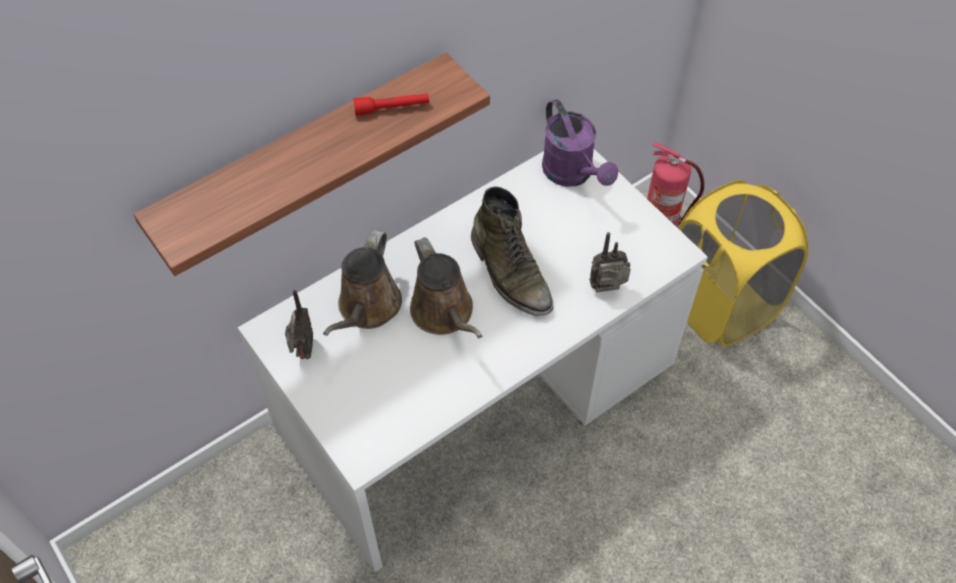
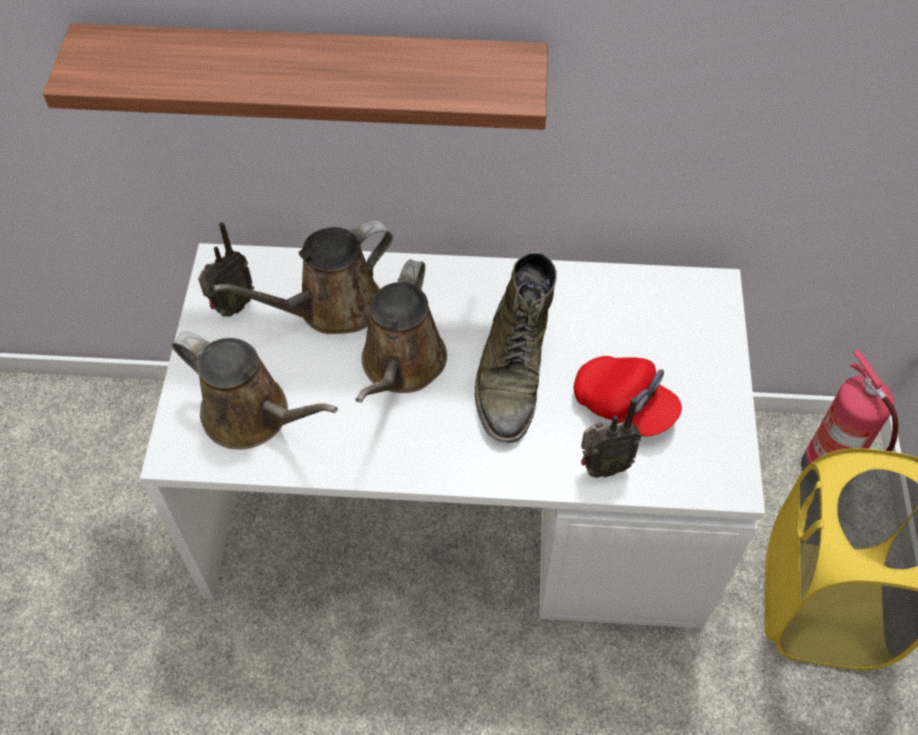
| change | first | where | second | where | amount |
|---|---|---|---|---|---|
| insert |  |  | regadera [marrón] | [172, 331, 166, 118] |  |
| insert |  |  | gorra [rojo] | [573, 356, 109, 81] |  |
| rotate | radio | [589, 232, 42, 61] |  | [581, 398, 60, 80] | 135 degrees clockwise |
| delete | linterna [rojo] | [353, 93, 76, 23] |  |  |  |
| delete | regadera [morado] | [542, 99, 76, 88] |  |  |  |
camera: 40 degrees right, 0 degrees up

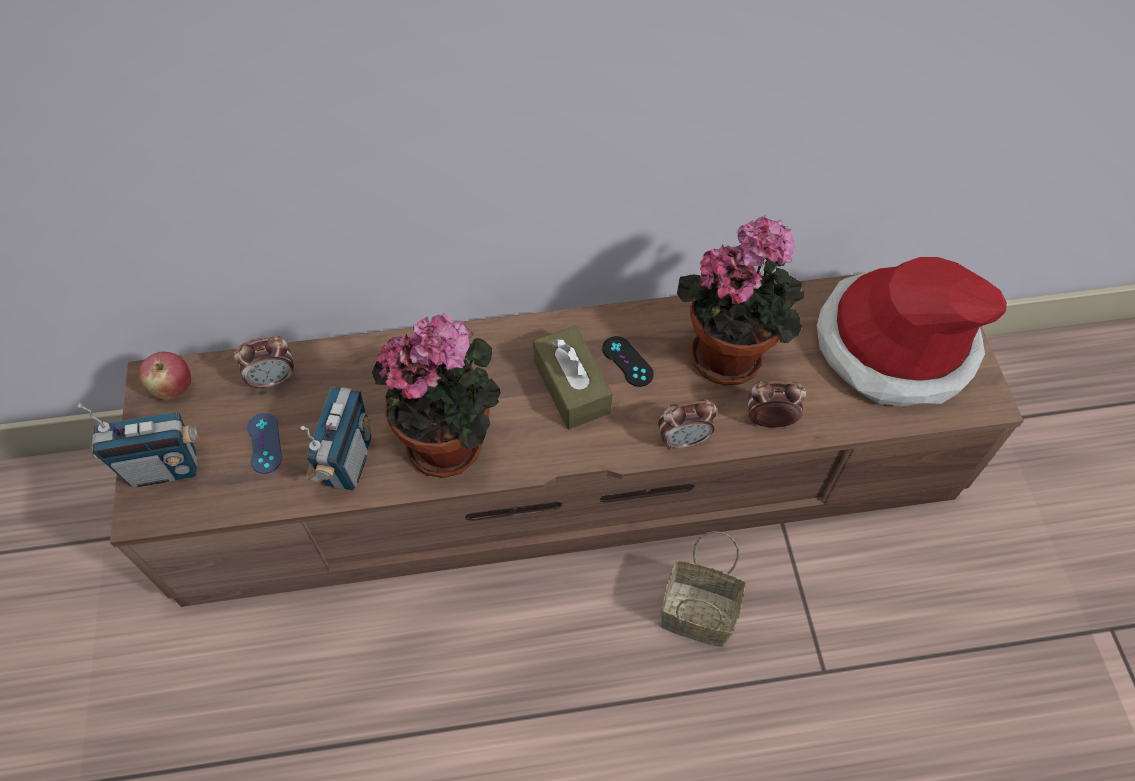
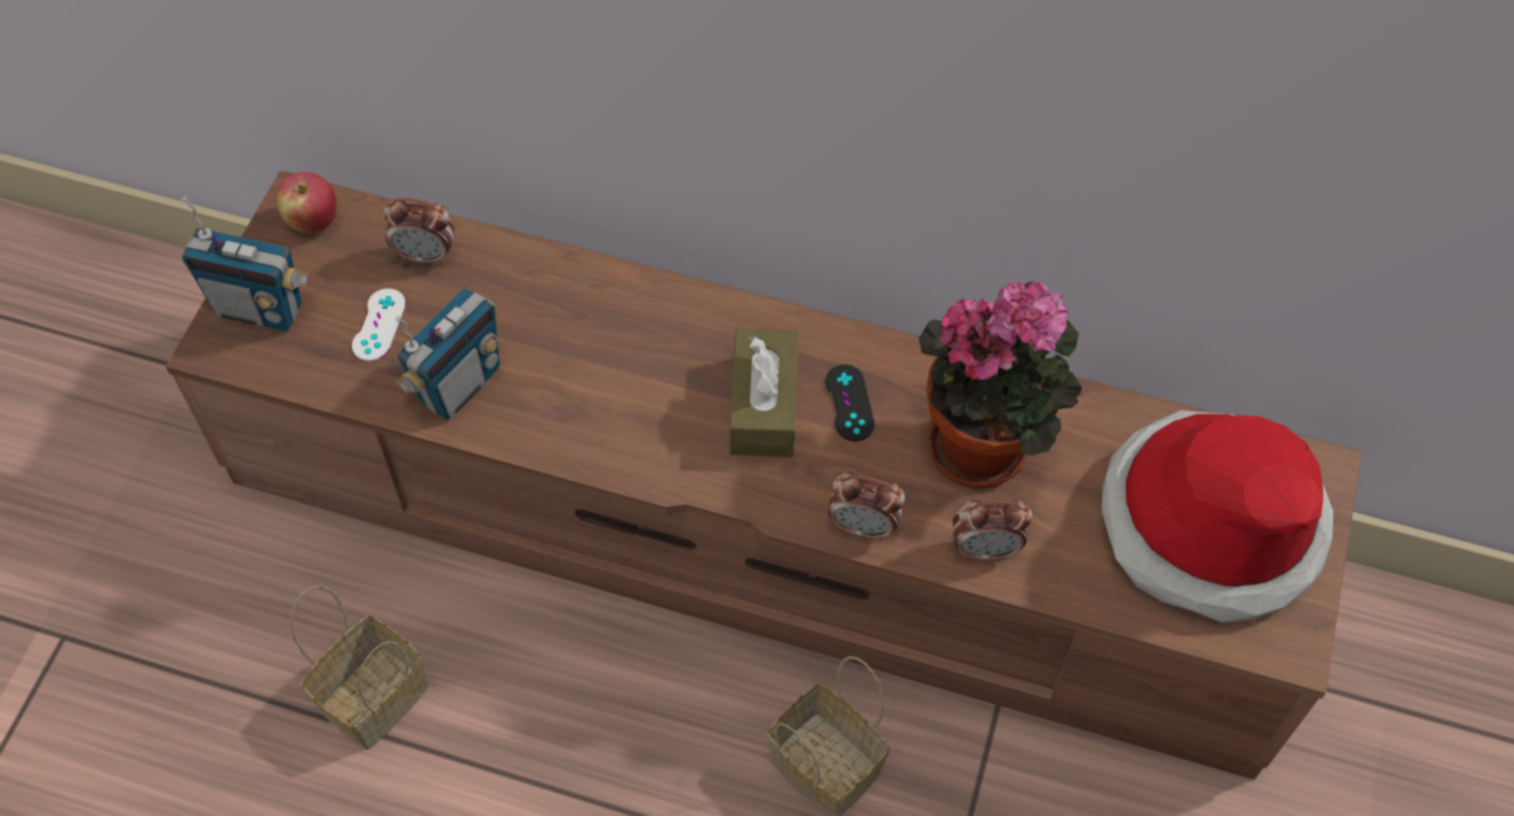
| change | first | where | second | where | amount |
|---|---|---|---|---|---|
| insert |  |  | cesta | [290, 586, 138, 164] |  |
| recolor | mando de consola [azul] | [247, 413, 35, 61] | mando de consola [blanco] | [352, 288, 54, 73] |  |
| rotate | despertador | [748, 381, 58, 47] |  | [953, 500, 79, 59] | 150 degrees clockwise |
| delete | planta en maceta | [372, 313, 129, 165] |  |  |  |
camera: 25 degrees right, 0 degrees up

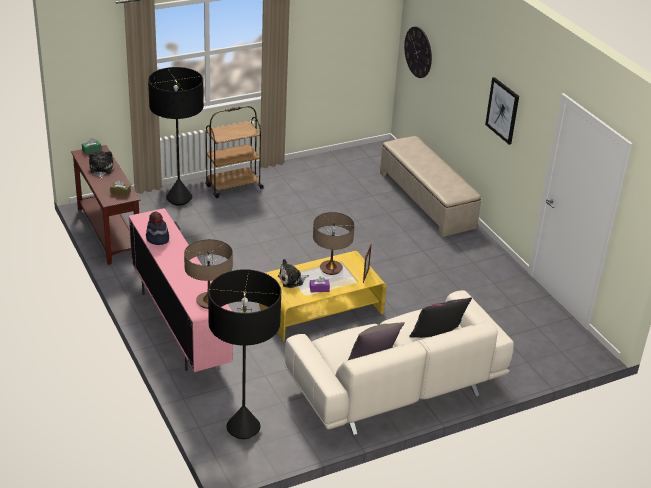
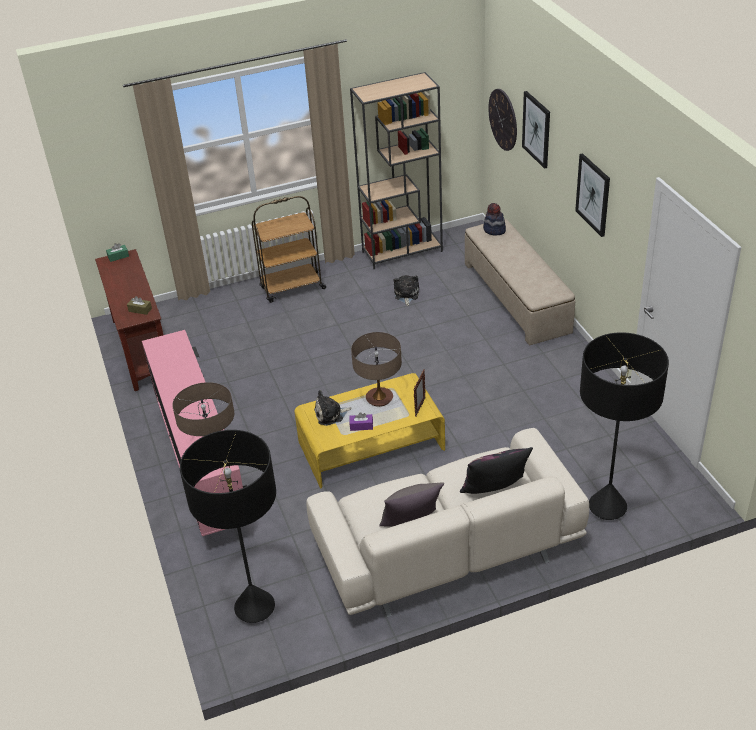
| change | first | where | second | where | amount |
|---|---|---|---|---|---|
| insert |  |  | estantería | [350, 72, 93, 197] |  |
| move | peluche | [89, 151, 24, 28] |  | [394, 275, 25, 31] |  |
| move | sombrero | [146, 212, 23, 33] |  | [483, 203, 23, 32] |  |
| insert |  |  | cuadro | [522, 91, 28, 78] |  |
| move | lámpara de pie [negro] | [148, 67, 56, 139] |  | [580, 332, 89, 188] |  |
camera: 10 degrees right, 5 degrees up

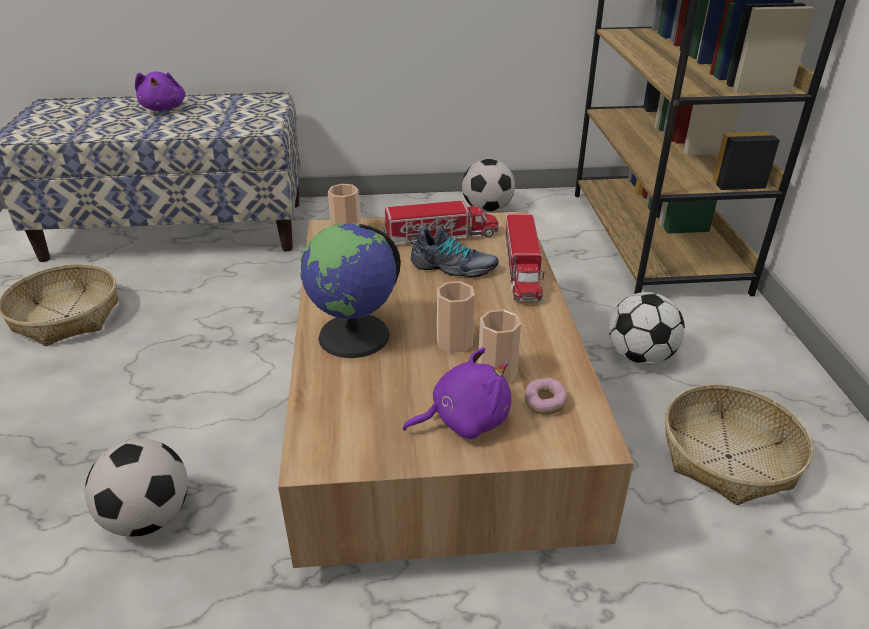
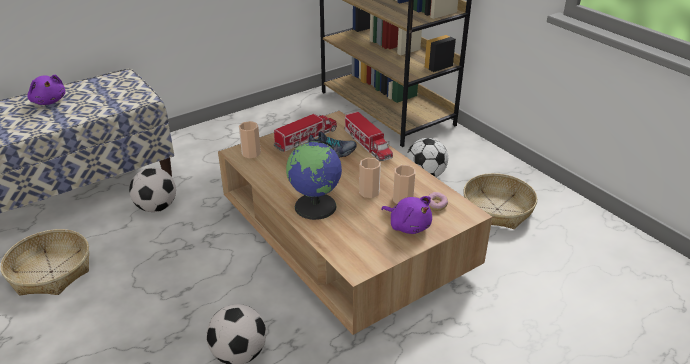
| change | first | where | second | where | amount |
|---|---|---|---|---|---|
| move | balón de fútbol | [462, 159, 53, 54] |  | [129, 168, 47, 44] |  |
| rotate | peluche [morado] | [403, 347, 108, 92] |  | [381, 196, 51, 38] | 90 degrees clockwise |
camera: 30 degrees left, 0 degrees up

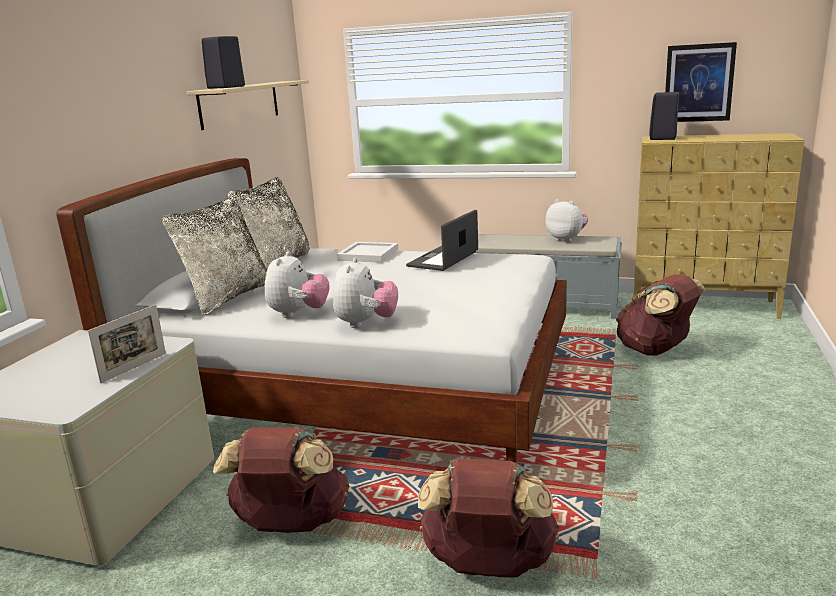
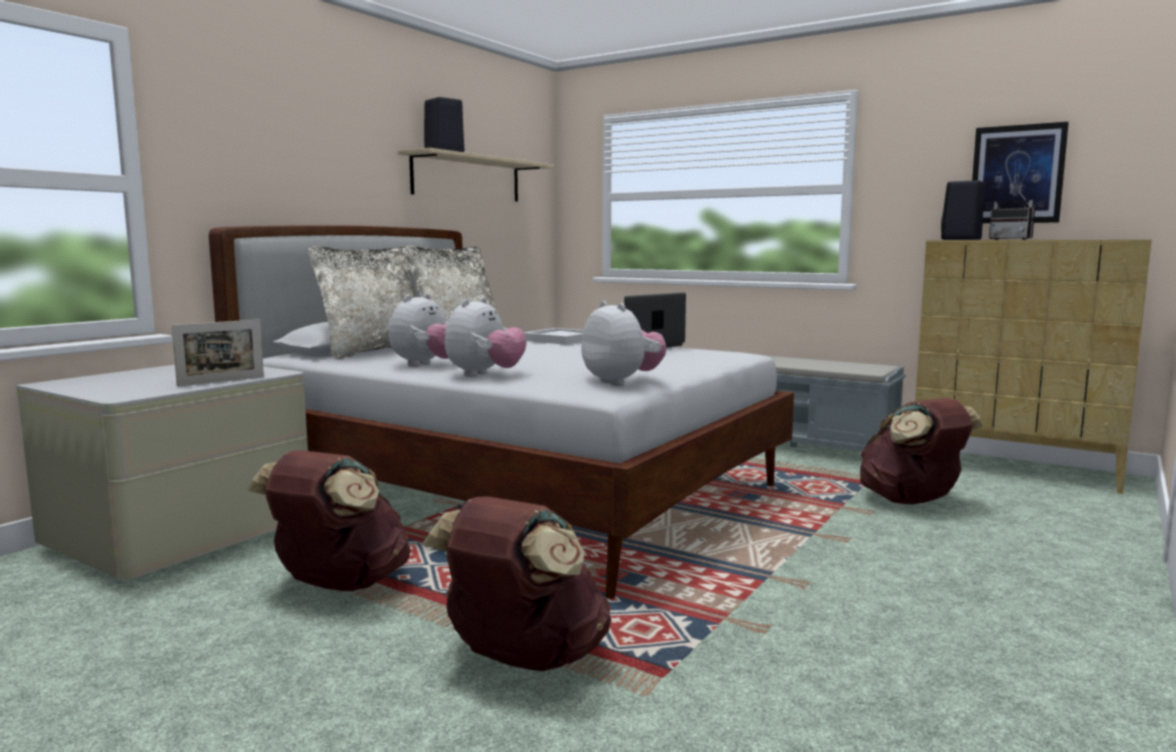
| change | first | where | second | where | amount |
|---|---|---|---|---|---|
| move | peluche | [546, 199, 42, 43] |  | [582, 301, 84, 85] |  |
| insert |  |  | radio | [989, 192, 46, 48] |  |
camera: 15 degrees right, 10 degrees down

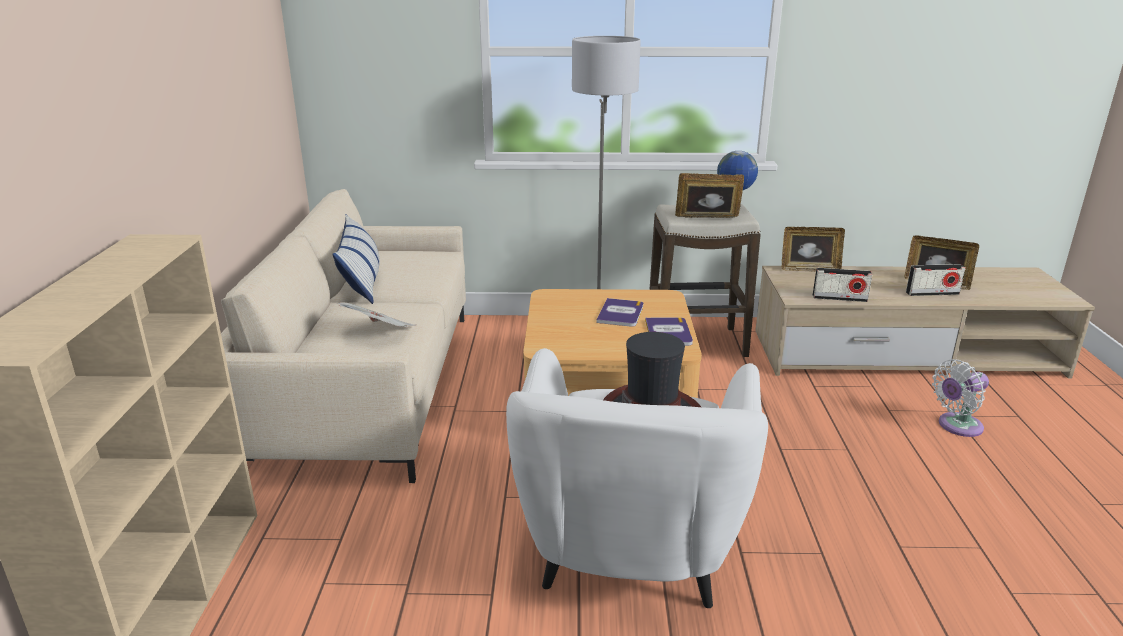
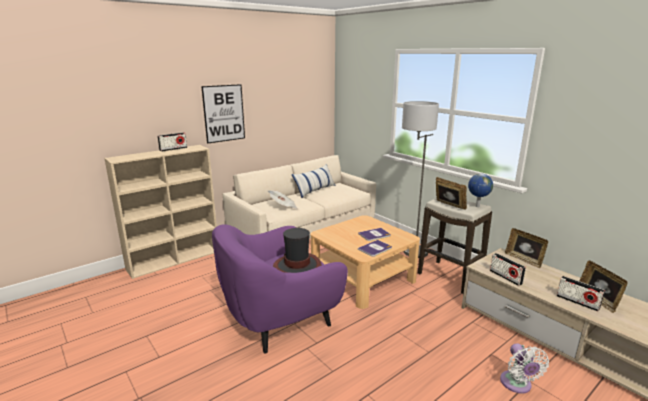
| change | first | where | second | where | amount |
|---|---|---|---|---|---|
| insert |  |  | radio | [158, 132, 29, 20] |  |
| insert |  |  | cuadro | [201, 84, 44, 59] |  |
| recolor | sillón [blanco] | [506, 348, 262, 260] | sillón [morado] | [212, 224, 136, 129] |  |
| rotate | ventilador [blanco] | [932, 359, 57, 78] |  | [500, 343, 49, 51] | 120 degrees counterclockwise |
camera: 50 degrees right, 5 degrees down

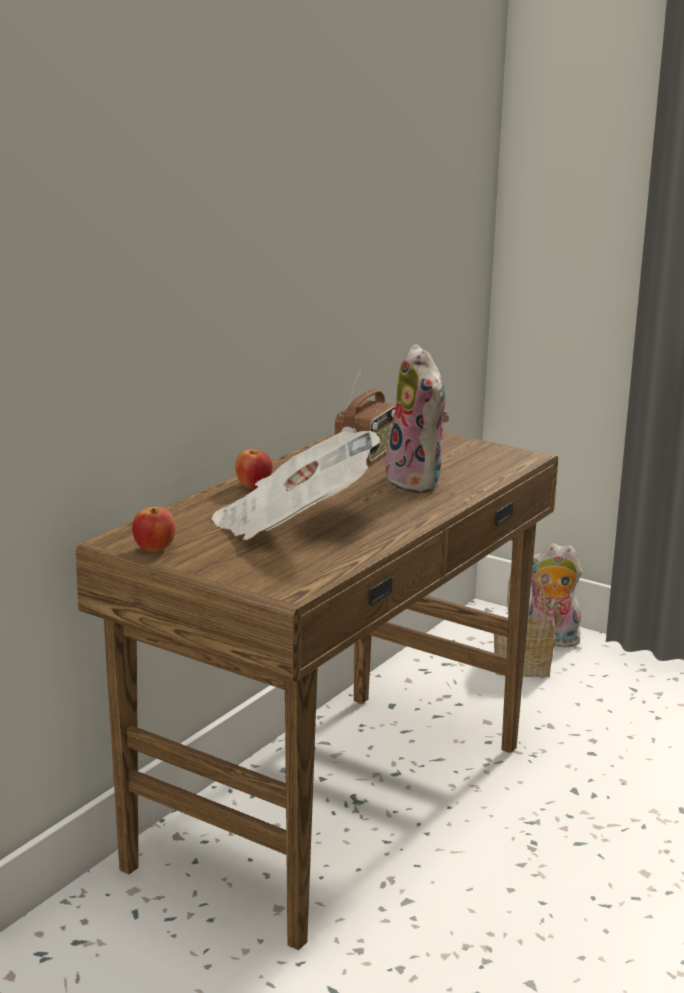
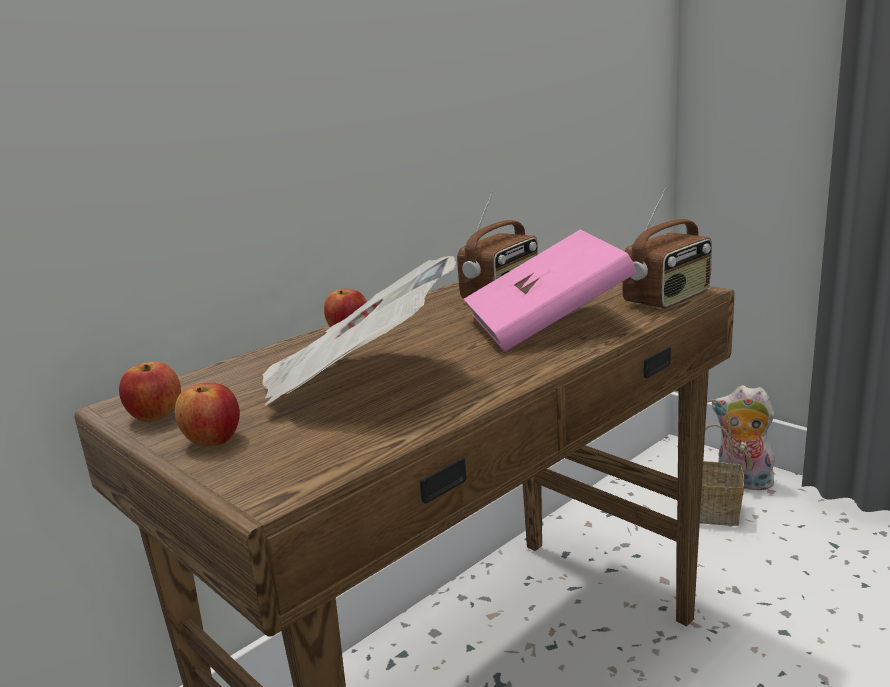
| change | first | where | second | where | amount |
|---|---|---|---|---|---|
| insert |  |  | manzana | [175, 383, 65, 63] |  |
| replace | peluche | [385, 344, 64, 149] | libro [rosa] | [464, 229, 172, 123] |  |
| insert |  |  | radio | [622, 188, 90, 121] |  |
camera: 15 degrees right, 0 degrees up

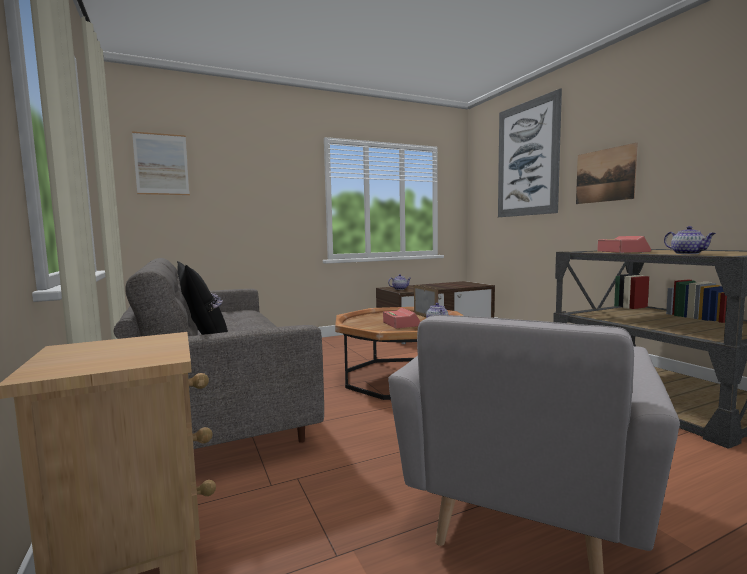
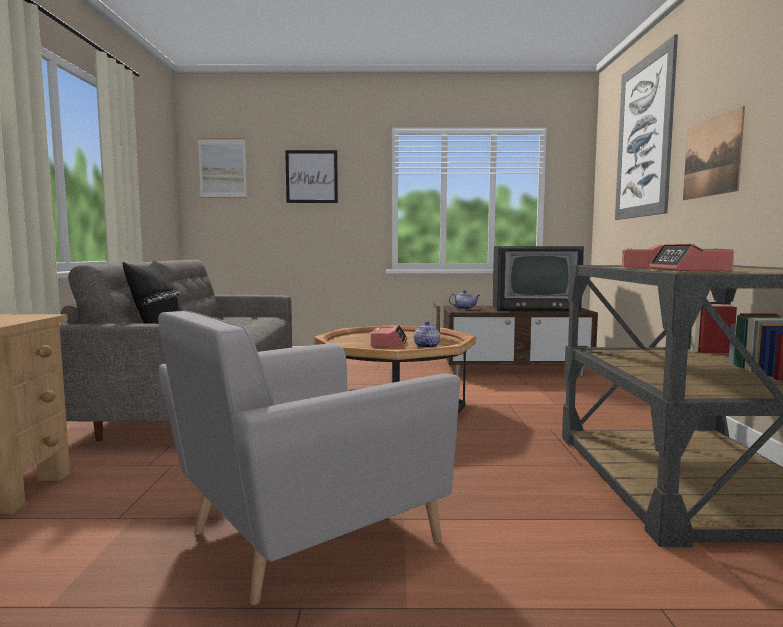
| change | first | where | second | where | amount |
|---|---|---|---|---|---|
| insert |  |  | cuadro | [285, 150, 53, 53] |  |
| insert |  |  | televisor | [492, 246, 92, 65] |  |
| replace | tetera | [664, 226, 52, 28] | despertador | [649, 244, 85, 28] |  |
camera: 25 degrees right, 0 degrees up

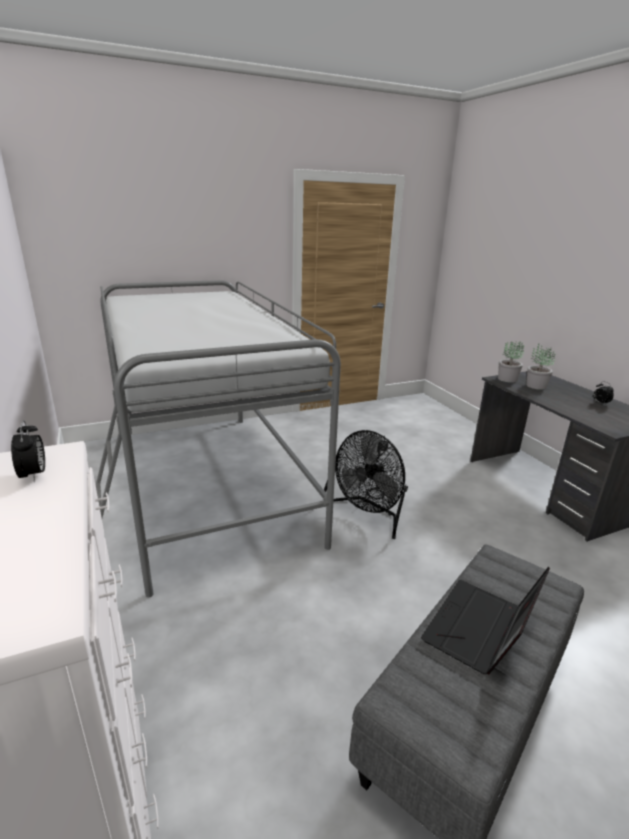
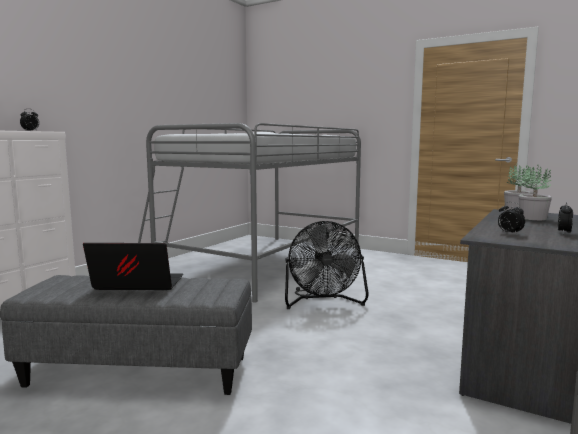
| change | first | where | second | where | amount |
|---|---|---|---|---|---|
| rotate | ventilador [negro] | [324, 430, 84, 109] |  | [285, 221, 84, 88] | 105 degrees counterclockwise |
| insert |  |  | despertador | [498, 202, 27, 32] |  |
camera: 55 degrees right, 15 degrees down

